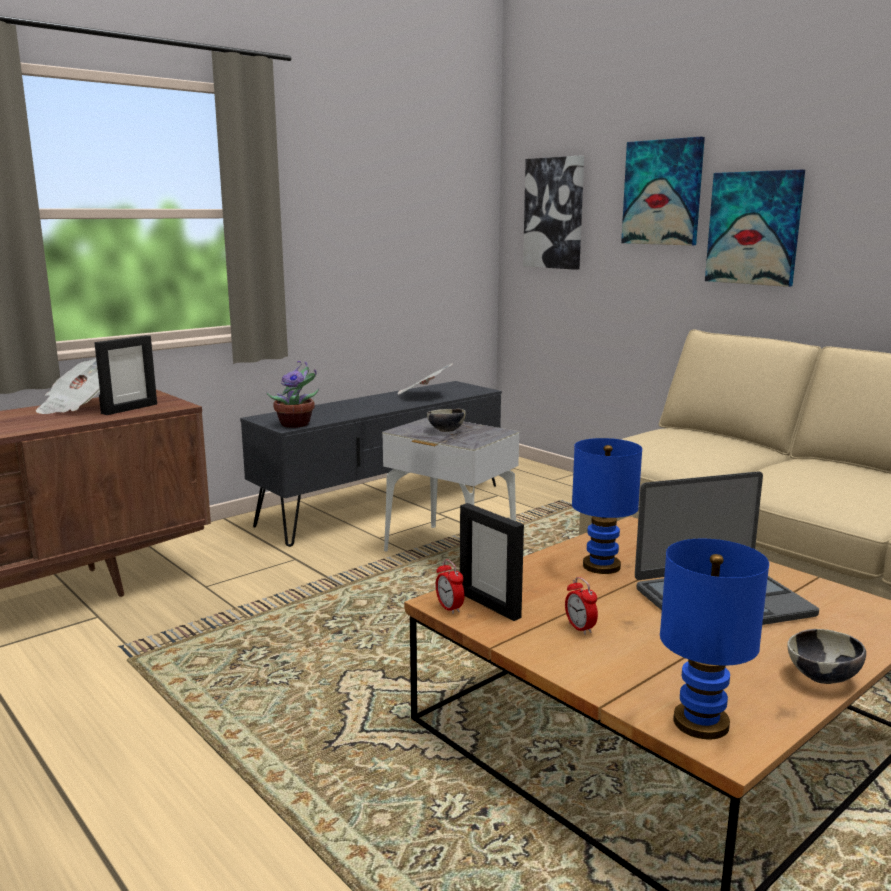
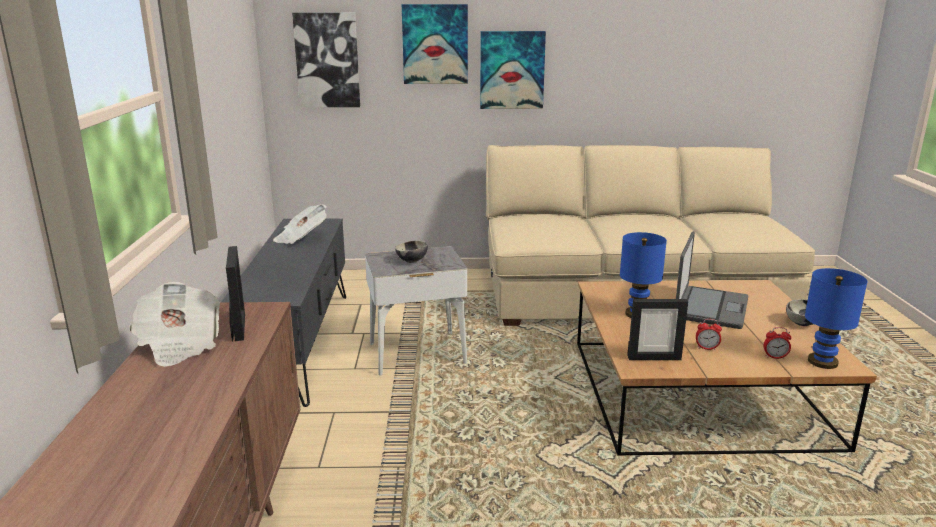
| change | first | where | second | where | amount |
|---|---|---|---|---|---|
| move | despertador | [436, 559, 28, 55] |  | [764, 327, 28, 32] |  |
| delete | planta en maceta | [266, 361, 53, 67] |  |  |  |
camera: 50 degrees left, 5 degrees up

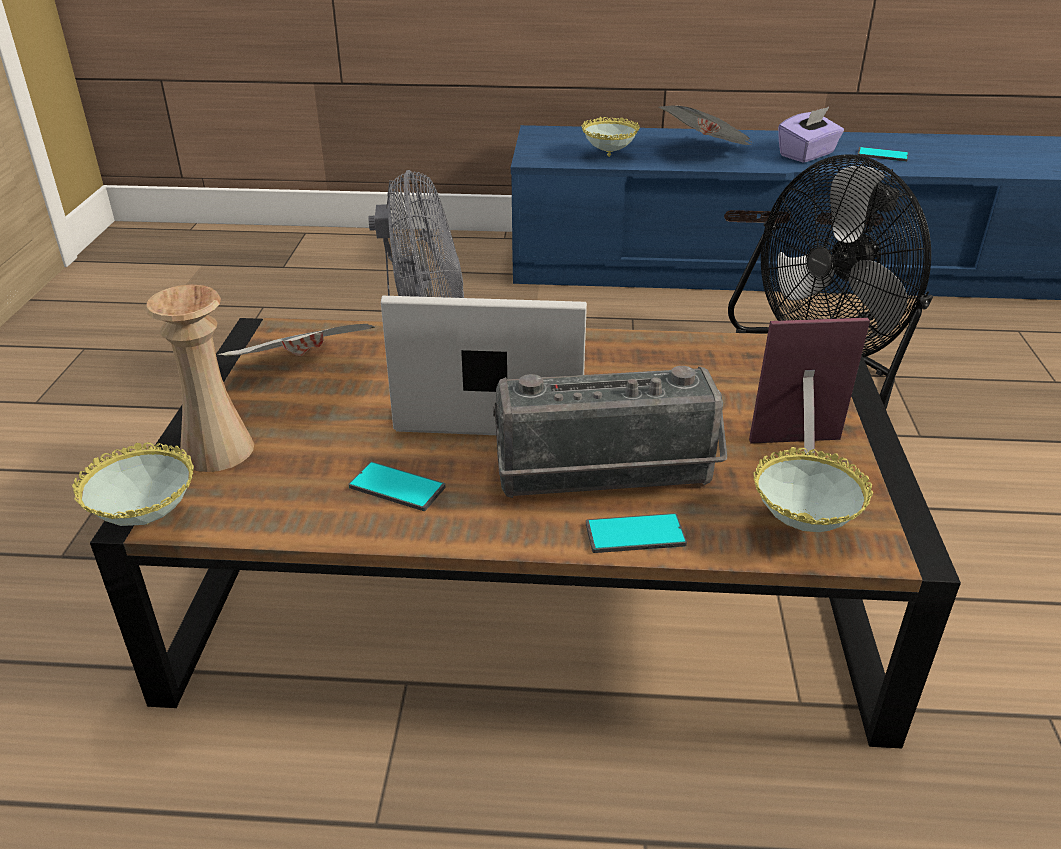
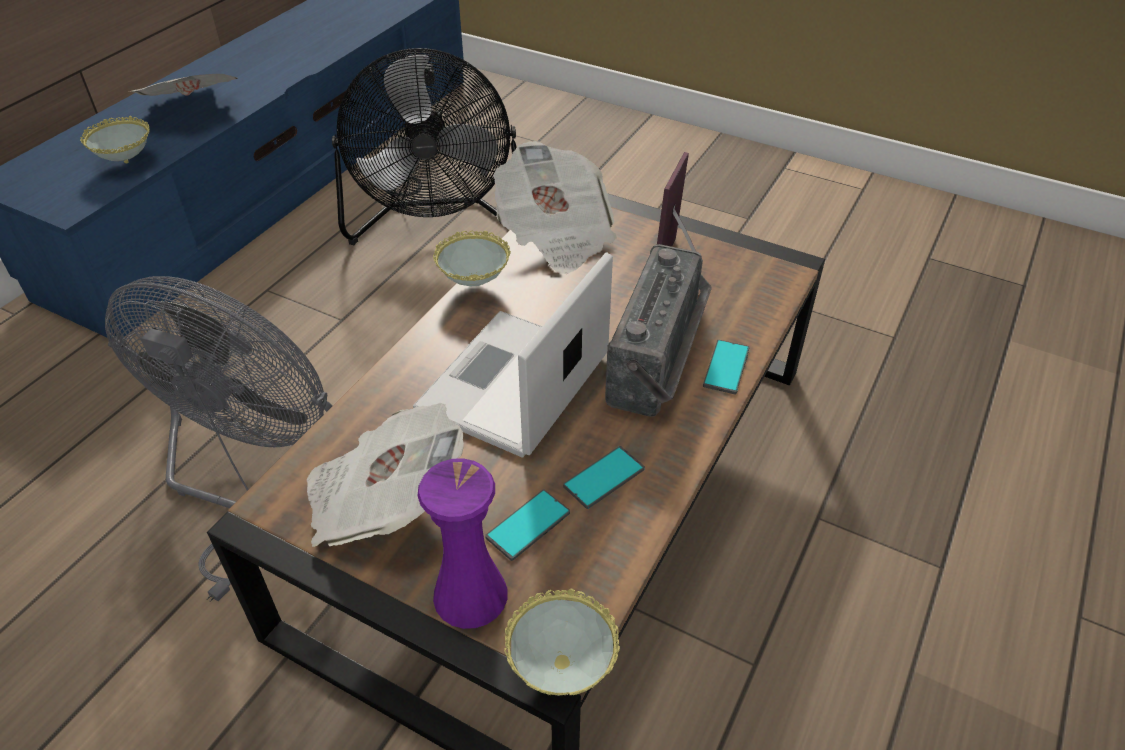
| change | first | where | second | where | amount |
|---|---|---|---|---|---|
| recolor | florero [beis] | [145, 285, 109, 187] | florero [morado] | [418, 458, 90, 171] |  |
| move | cuenco | [753, 447, 120, 85] |  | [433, 231, 78, 55] |  |
| move | móvil | [857, 147, 51, 15] |  | [485, 490, 85, 71] |  |
| insert |  |  | periódico | [493, 141, 124, 133] |  |
| delete | caja de pañuelos [morado] | [778, 107, 66, 56] |  |  |  |
camera: 65 degrees left, 10 degrees up

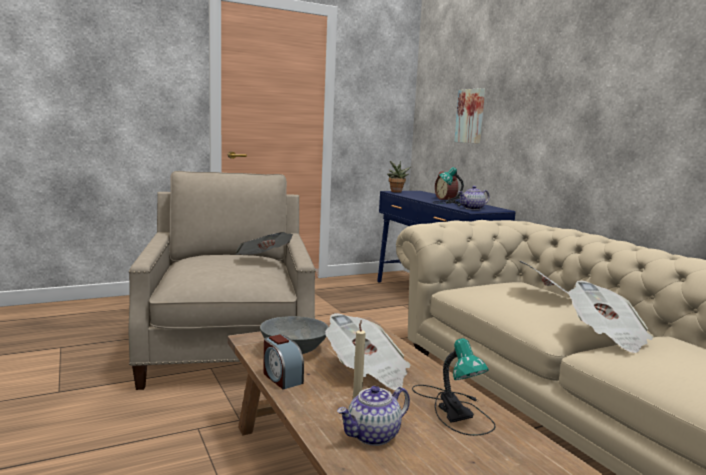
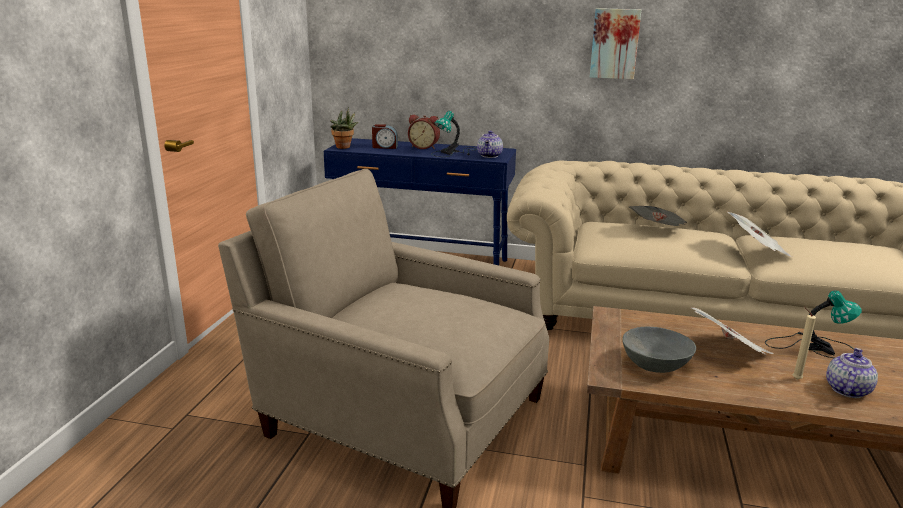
| change | first | where | second | where | amount |
|---|---|---|---|---|---|
| move | despertador | [263, 335, 41, 54] |  | [372, 124, 26, 25] |  |
| move | cuadro | [454, 88, 31, 56] |  | [590, 8, 51, 71] |  |
| rotate | tetera | [337, 386, 73, 60] |  | [826, 348, 52, 50] | 150 degrees counterclockwise |
| delete | periódico | [235, 232, 58, 23] |  |  |  |
camera: 50 degrees left, 10 degrees up

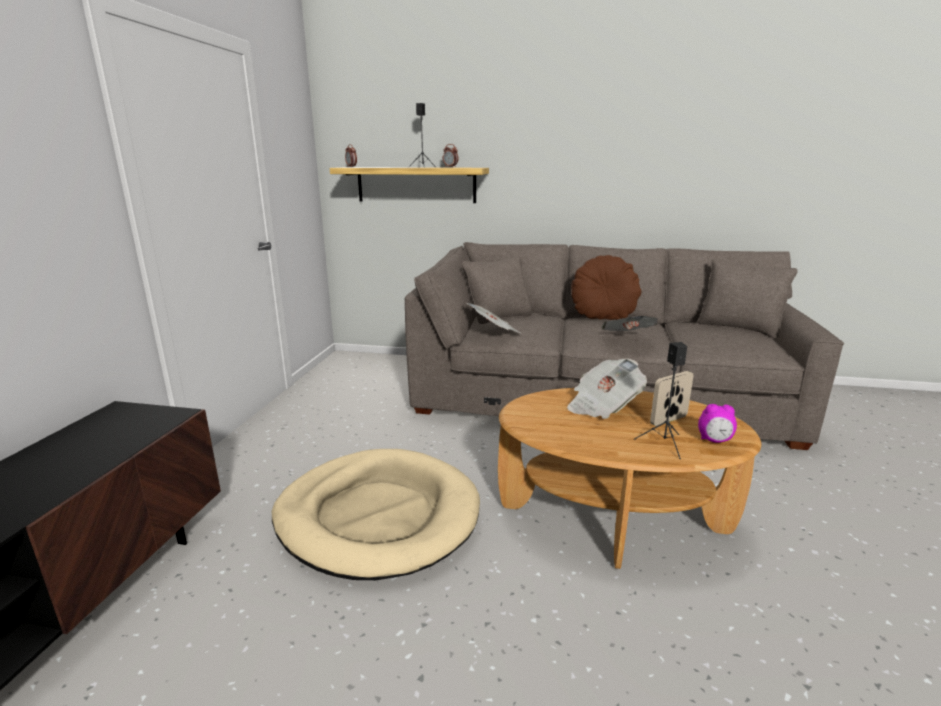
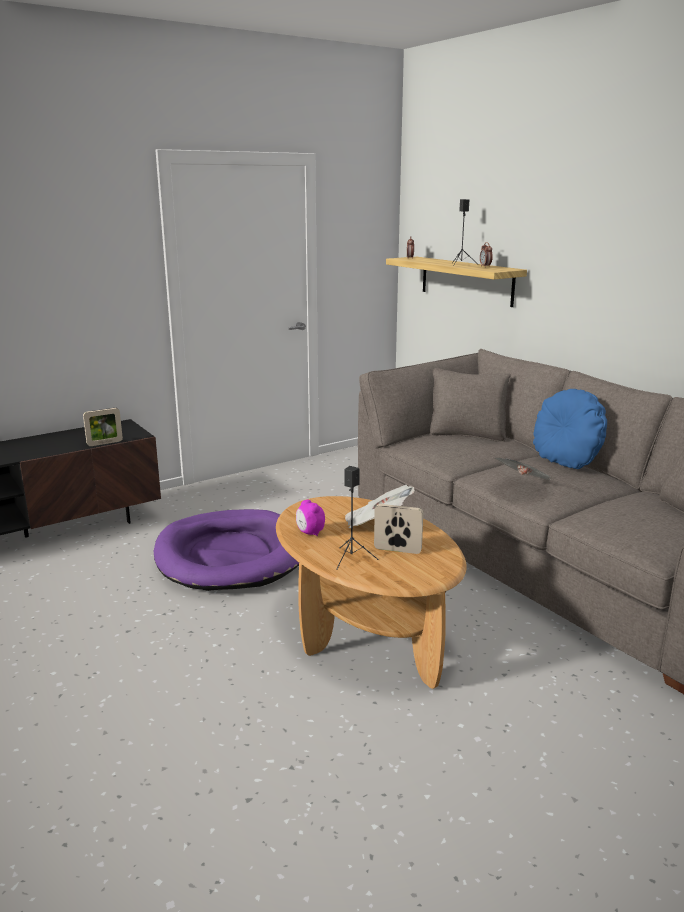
| change | first | where | second | where | amount |
|---|---|---|---|---|---|
| insert |  |  | portarretratos | [83, 408, 40, 38] |  |
| recolor | cama para perro [beis] | [272, 449, 208, 131] | cama para perro [morado] | [154, 509, 145, 82] |  |
| move | despertador | [698, 404, 39, 39] |  | [296, 500, 29, 36] |  |
| recolor | cojín [marrón] | [571, 255, 70, 65] | cojín [azul] | [533, 389, 74, 80] |  |
| delete | periódico | [466, 303, 55, 30] |  |  |  |
camera: 45 degrees right, 0 degrees up

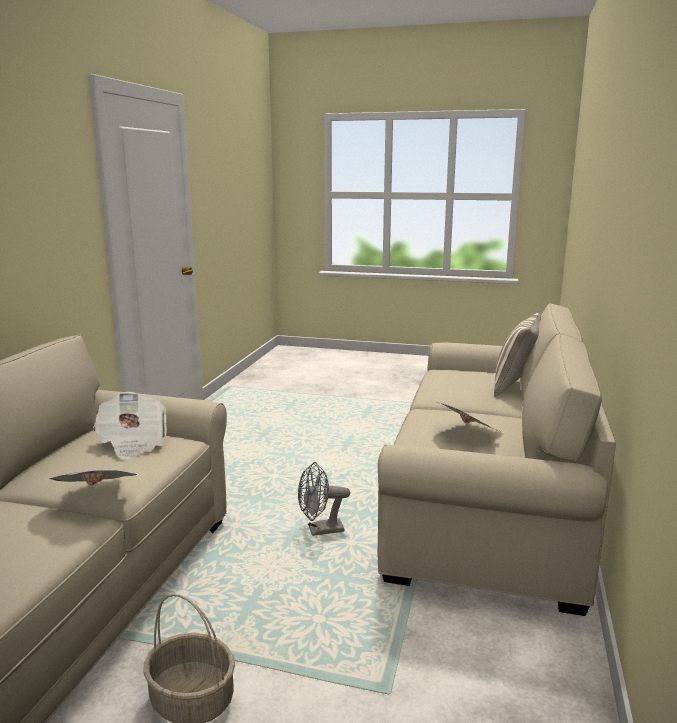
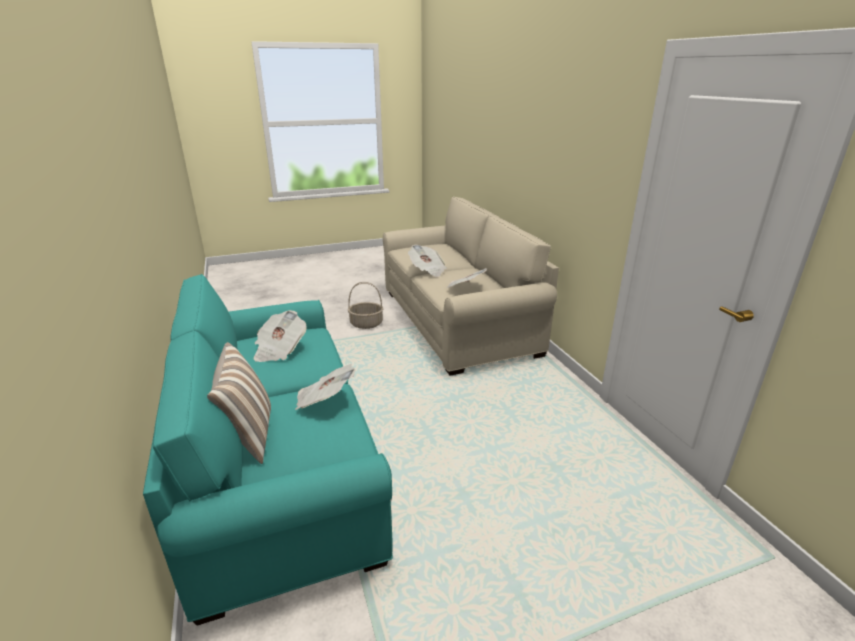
| change | first | where | second | where | amount |
|---|---|---|---|---|---|
| recolor | sofá [beis] | [378, 303, 238, 313] | sofá [turquesa] | [143, 274, 250, 352] |  |
| insert |  |  | periódico | [295, 364, 60, 46] |  |
| delete | ventilador [gris] | [298, 462, 52, 74] |  |  |  |
camera: 145 degrees right, 10 degrees up

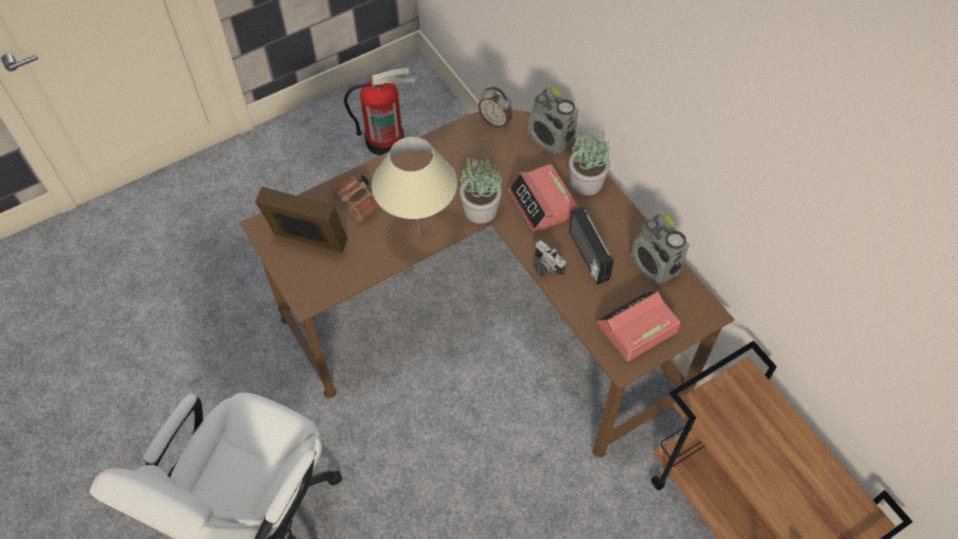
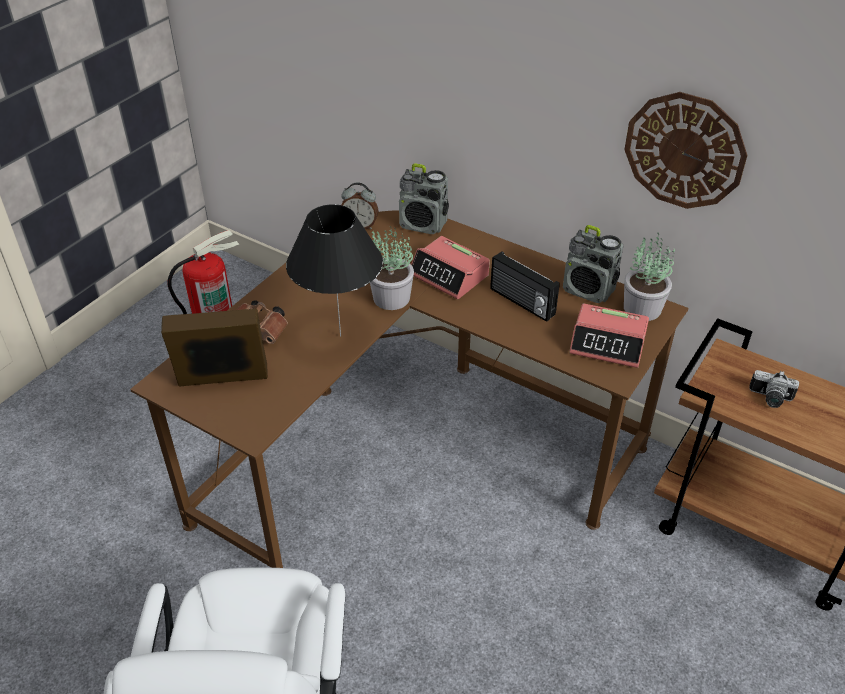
| change | first | where | second | where | amount |
|---|---|---|---|---|---|
| recolor | lámpara de mesa [beis] | [371, 137, 86, 95] | lámpara de mesa [negro] | [286, 204, 97, 133] |  |
| rotate | despertador | [597, 291, 84, 70] |  | [569, 304, 80, 64] | 105 degrees counterclockwise |
| insert |  |  | reloj de pared | [624, 92, 124, 117] |  |
| move | planta en maceta | [569, 126, 41, 69] |  | [624, 233, 51, 88] |  |
| move | cámara | [534, 240, 32, 37] |  | [749, 370, 50, 38] |  |
camera: 25 degrees left, 15 degrees down

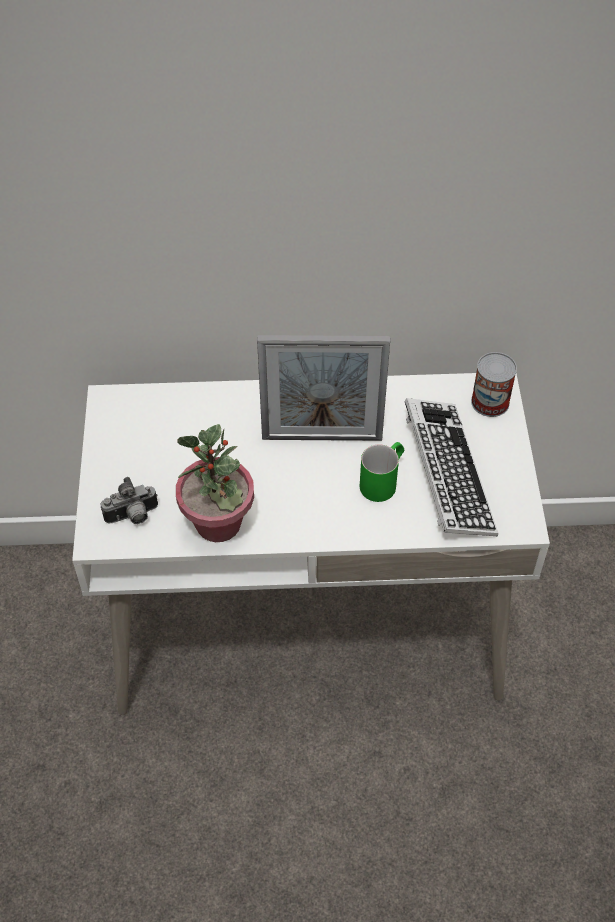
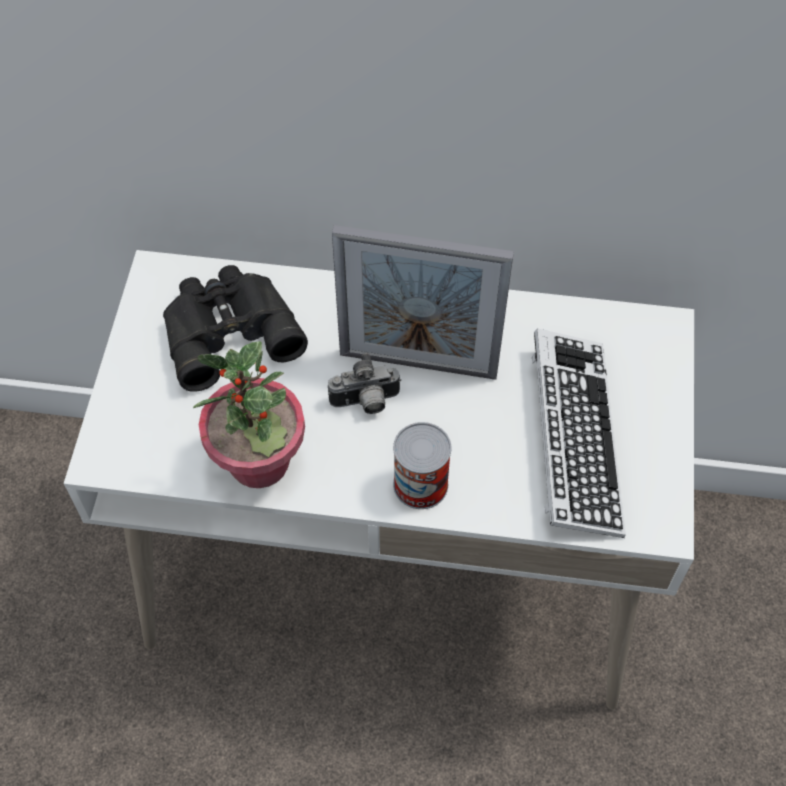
| change | first | where | second | where | amount |
|---|---|---|---|---|---|
| insert |  |  | prismáticos [negro] | [163, 265, 145, 127] |  |
| move | cámara | [101, 477, 57, 47] |  | [328, 353, 73, 61] |  |
| move | lata | [471, 352, 46, 65] |  | [393, 422, 58, 87] |  |
| delete | taza grande [verde] | [360, 442, 45, 60] |  |  |  |
camera: 10 degrees right, 5 degrees up

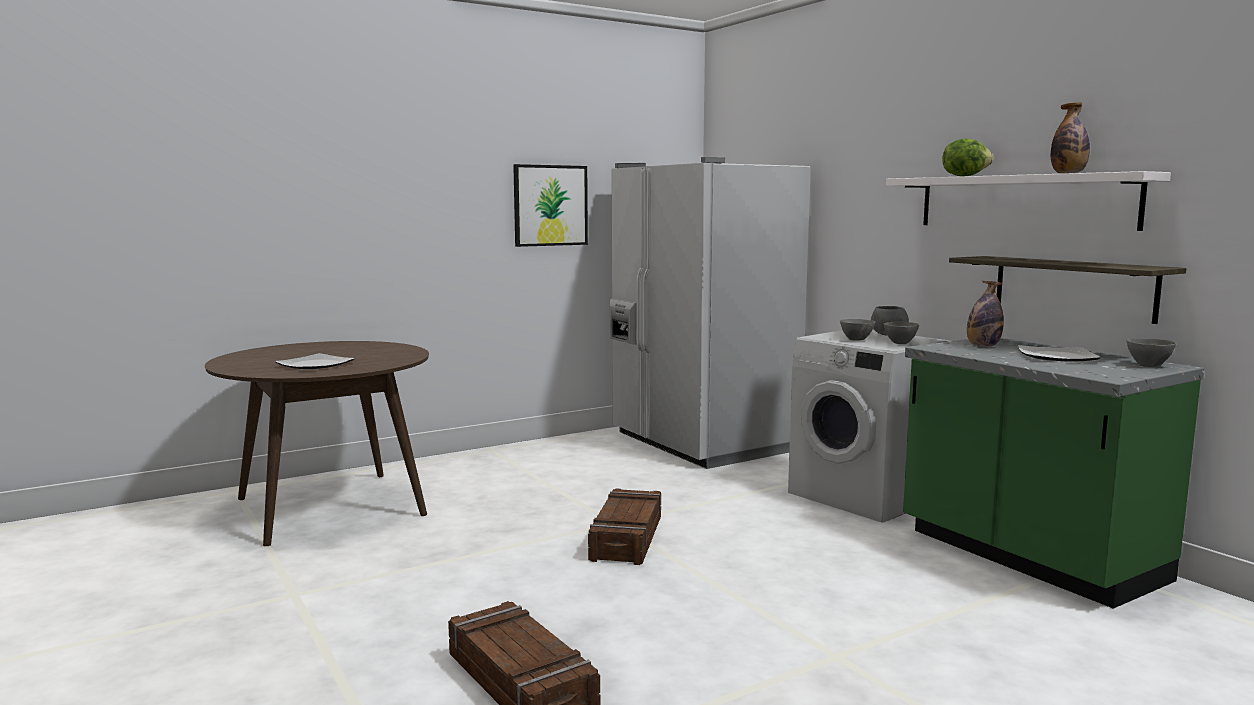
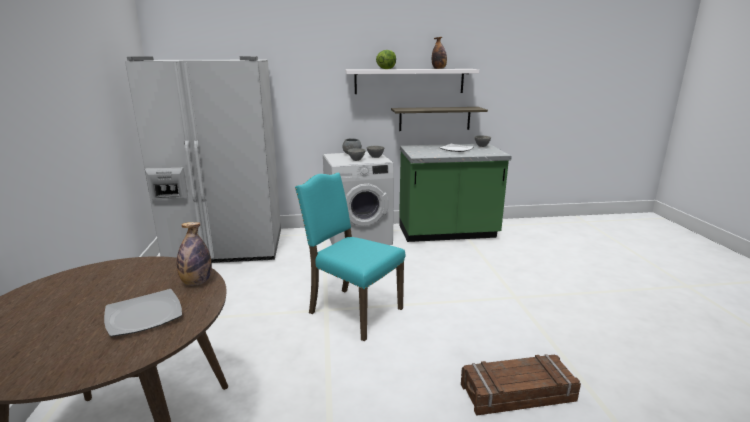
| change | first | where | second | where | amount |
|---|---|---|---|---|---|
| move | botella | [967, 281, 37, 66] |  | [177, 222, 35, 63] |  |
| replace | caja de embalaje | [588, 489, 73, 76] | silla [turquesa] | [295, 173, 110, 168] |  |
| delete | cuadro | [513, 164, 75, 83] |  |  |  |
camera: 65 degrees left, 10 degrees up

